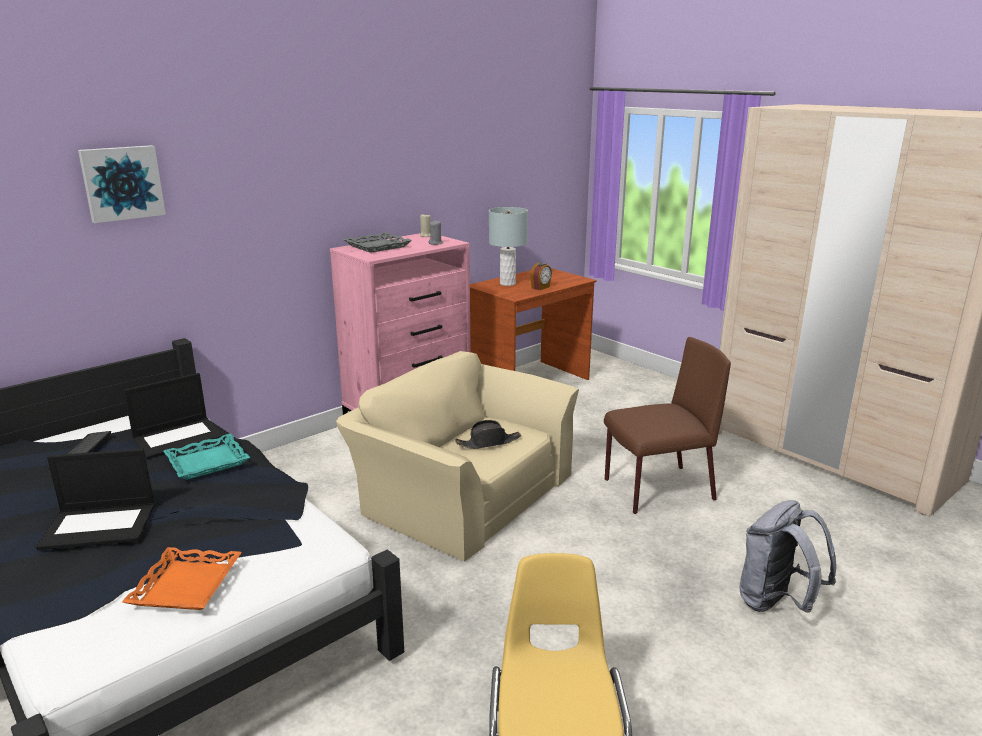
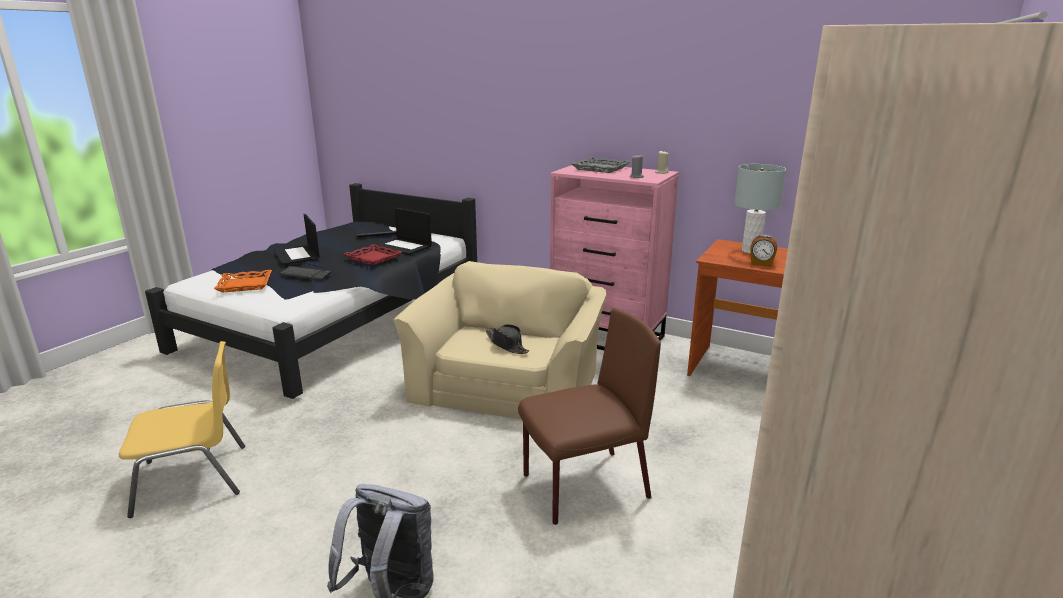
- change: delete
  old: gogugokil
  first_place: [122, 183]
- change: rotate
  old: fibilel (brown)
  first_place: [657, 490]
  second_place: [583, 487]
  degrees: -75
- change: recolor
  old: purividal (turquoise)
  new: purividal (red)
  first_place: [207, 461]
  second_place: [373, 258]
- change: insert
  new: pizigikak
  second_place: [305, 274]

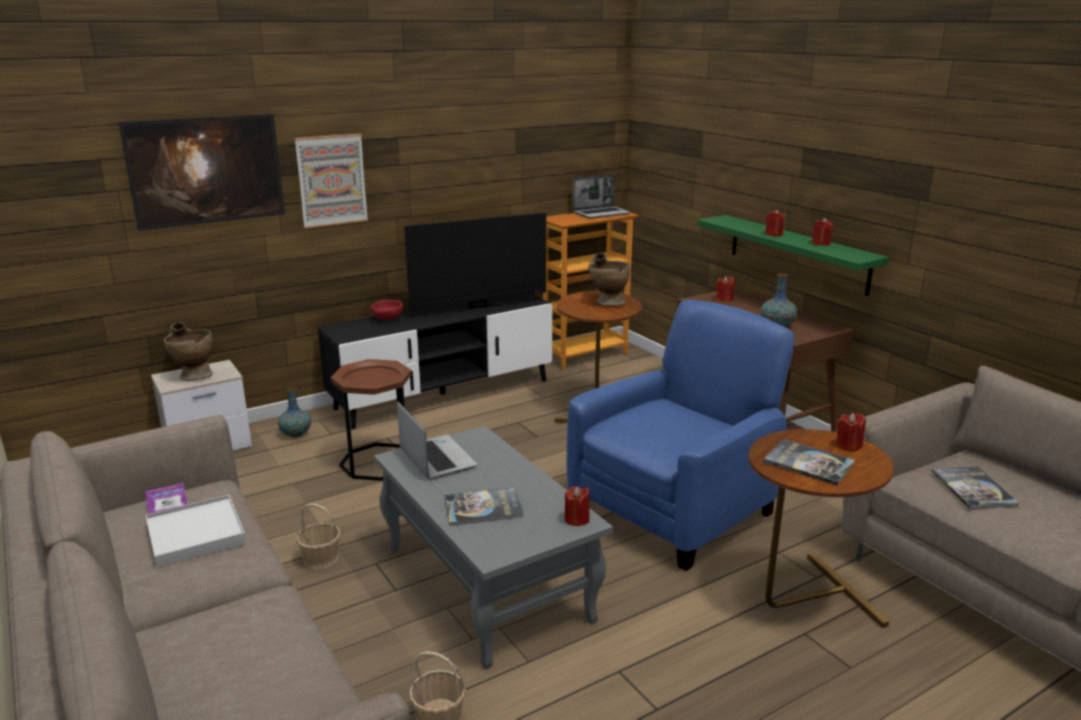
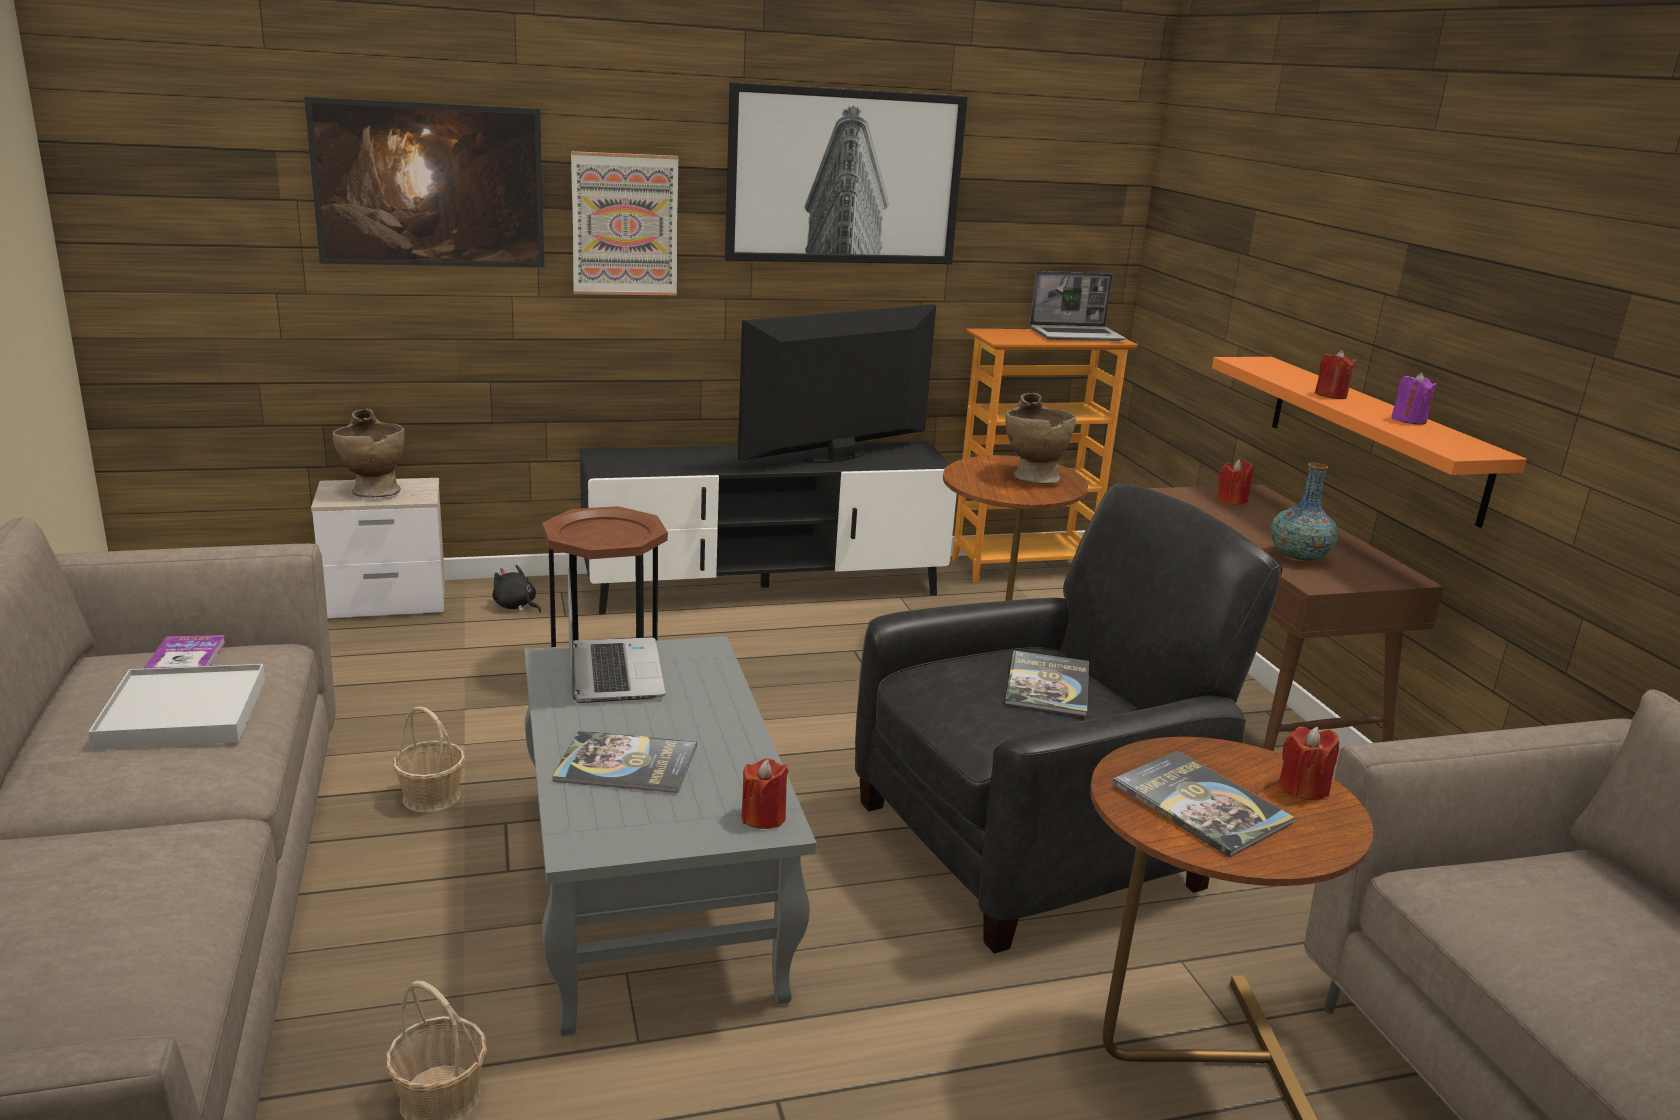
- change: rotate
  old: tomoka
  first_place: [478, 307]
  second_place: [838, 458]
  degrees: 150
- change: recolor
  old: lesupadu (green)
  new: lesupadu (orange)
  first_place: [797, 253]
  second_place: [1374, 436]
- change: recolor
  old: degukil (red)
  new: degukil (purple)
  first_place: [821, 243]
  second_place: [1408, 420]
- change: delete
  old: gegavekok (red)
  first_place: [388, 318]
- change: recolor
  old: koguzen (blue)
  new: koguzen (black)
  first_place: [674, 509]
  second_place: [1032, 843]
- change: replace
  old: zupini
  new: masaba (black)
  first_place: [296, 434]
  second_place: [516, 606]
- change: move
  old: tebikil
  first_place: [973, 488]
  second_place: [1047, 685]
- change: insert
  new: gogugokil
  second_place: [844, 177]

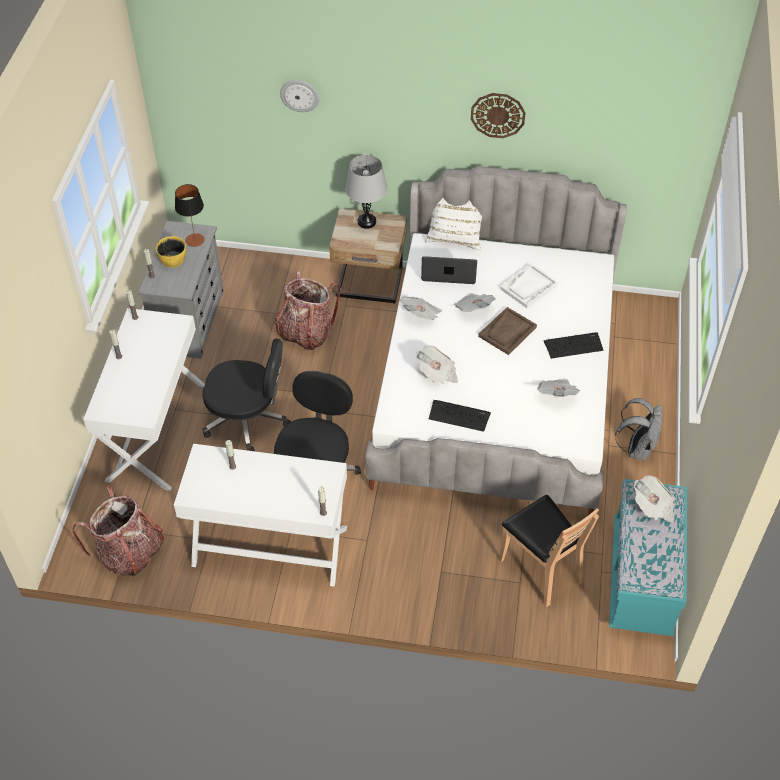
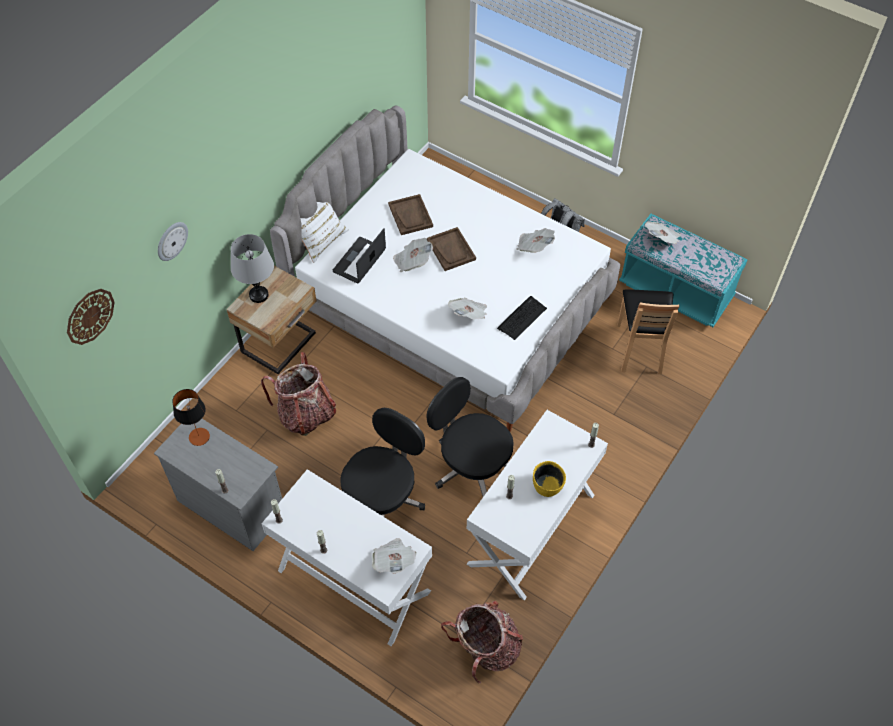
- change: move
  old: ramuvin
  first_place: [498, 115]
  second_place: [90, 316]
- change: move
  old: gegavekok (yellow)
  first_place: [173, 259]
  second_place: [547, 485]
- change: recolor
  old: purividal (white)
  new: purividal (brown)
  first_place: [528, 287]
  second_place: [410, 216]
- change: move
  old: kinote
  first_place: [421, 315]
  second_place: [394, 561]
- change: delete
  old: pizigikak
  first_place: [573, 345]
- change: rotate
  old: fibilel (brown)
  first_place: [541, 569]
  second_place: [640, 348]
  degrees: 105

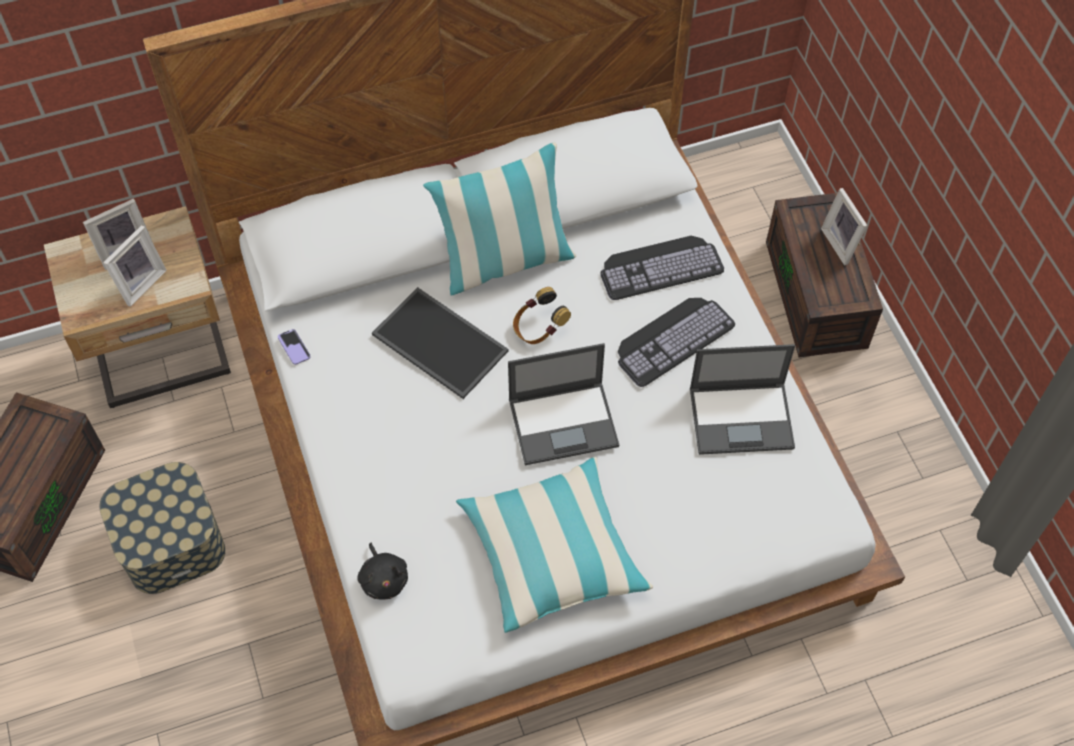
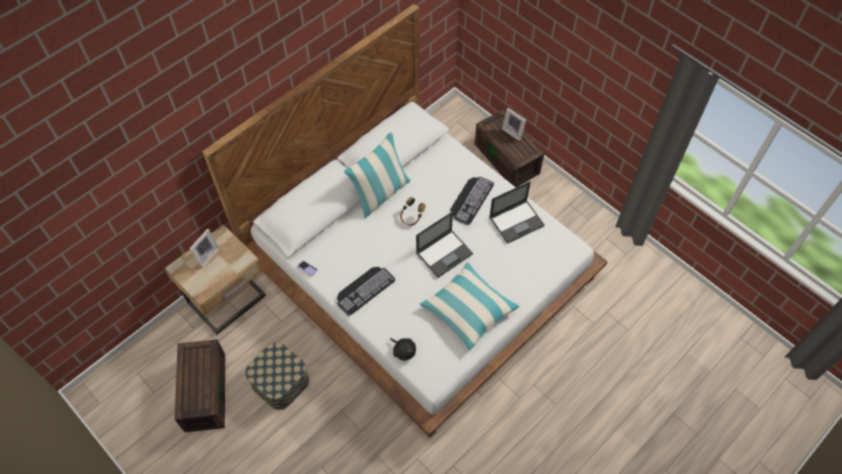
- change: delete
  old: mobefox
  first_place: [139, 283]
- change: move
  old: pizigikak
  first_place: [660, 265]
  second_place: [364, 288]
- change: delete
  old: purividal
  first_place: [437, 343]

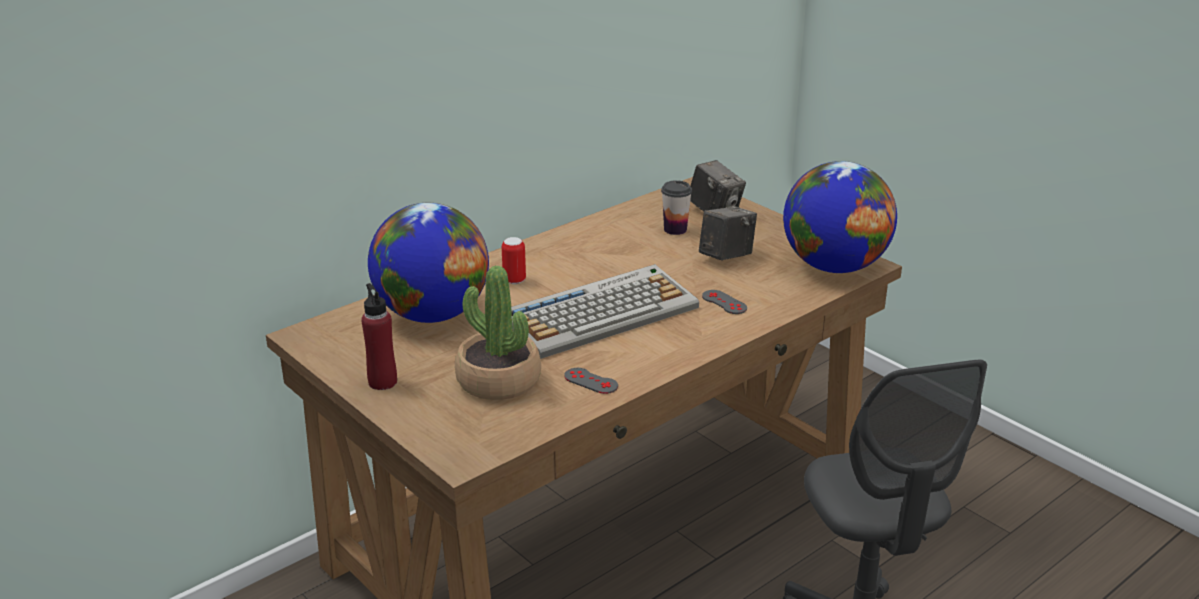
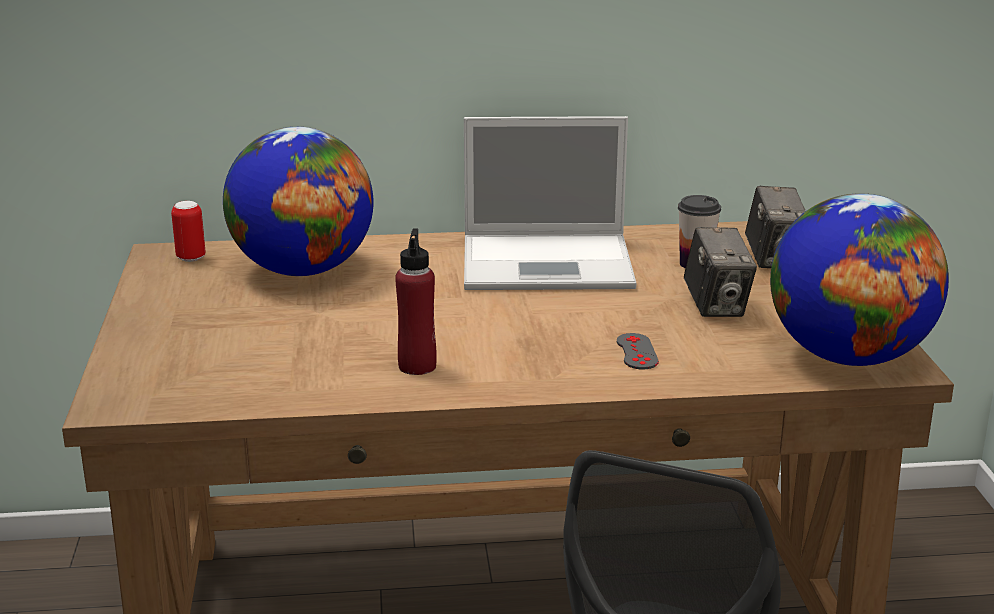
- change: rotate
  old: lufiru
  first_place: [726, 256]
  second_place: [716, 306]
  degrees: 90
- change: move
  old: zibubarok
  first_place: [514, 280]
  second_place: [191, 257]
- change: delete
  old: pizigikak
  first_place: [600, 313]
- change: delete
  old: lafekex
  first_place: [498, 381]
- change: move
  old: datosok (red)
  first_place: [382, 382]
  second_place: [417, 366]
- change: delete
  old: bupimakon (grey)
  first_place: [591, 381]
- change: insert
  new: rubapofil
  second_place: [550, 263]

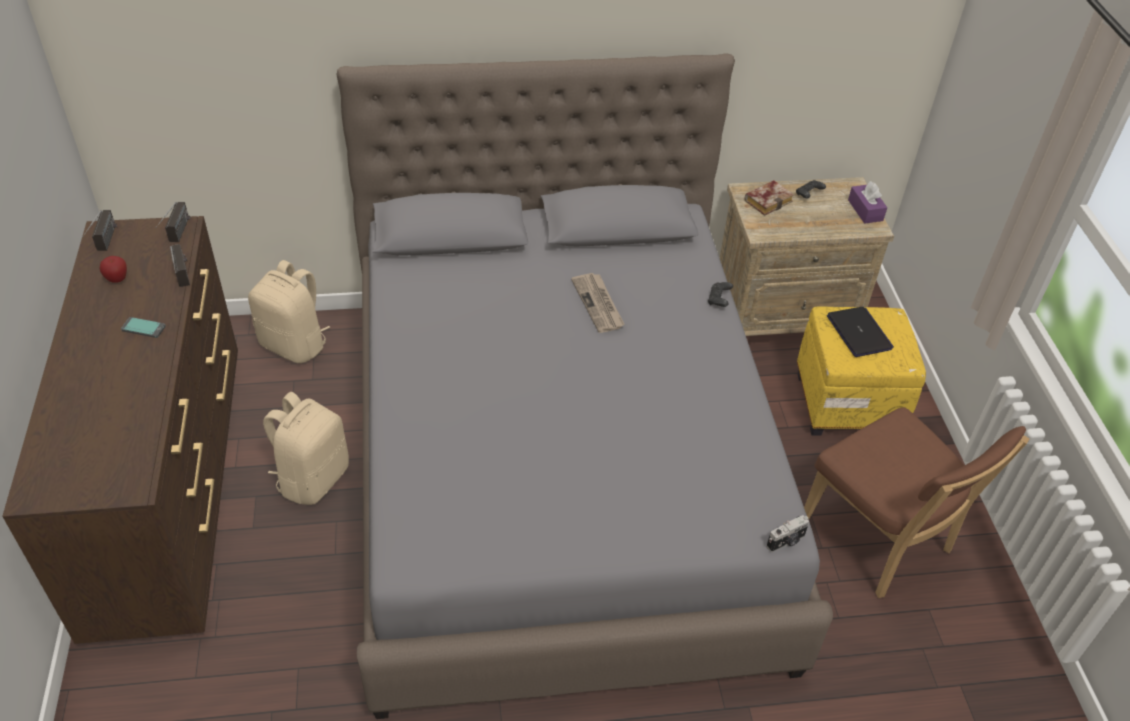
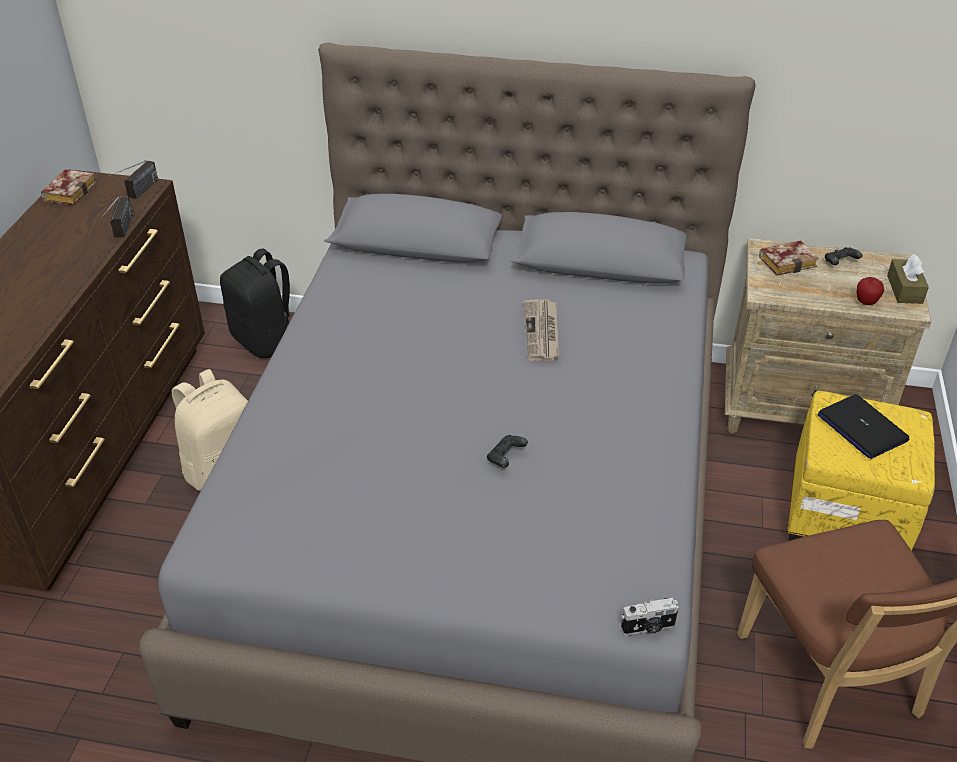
- change: recolor
  old: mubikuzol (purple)
  new: mubikuzol (brown)
  first_place: [865, 210]
  second_place: [904, 289]
- change: replace
  old: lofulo
  new: tebikil
  first_place: [105, 245]
  second_place: [70, 191]
- change: move
  old: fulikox
  first_place: [117, 279]
  second_place: [866, 302]
- change: recolor
  old: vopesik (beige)
  new: vopesik (black)
  first_place: [295, 344]
  second_place: [265, 340]
- change: move
  old: bupimakon (black)
  first_place: [719, 300]
  second_place: [505, 458]
- change: rotate
  old: rubapofil
  first_place: [859, 333]
  second_place: [861, 427]
  degrees: 150
- change: delete
  old: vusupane
  first_place: [144, 328]

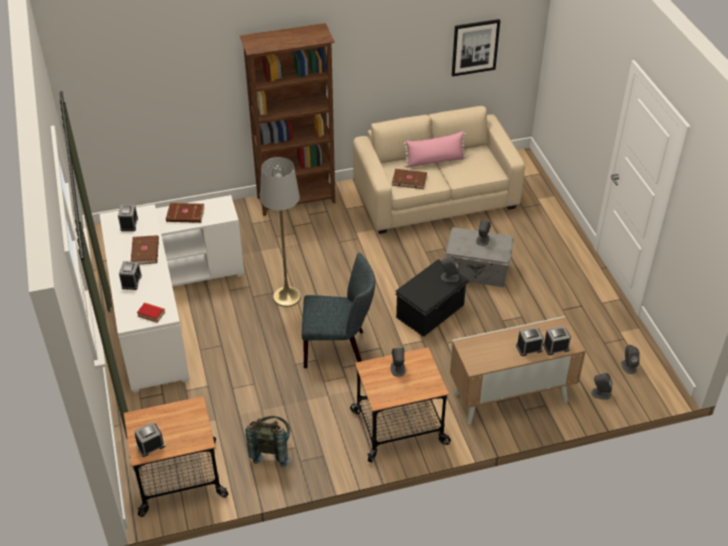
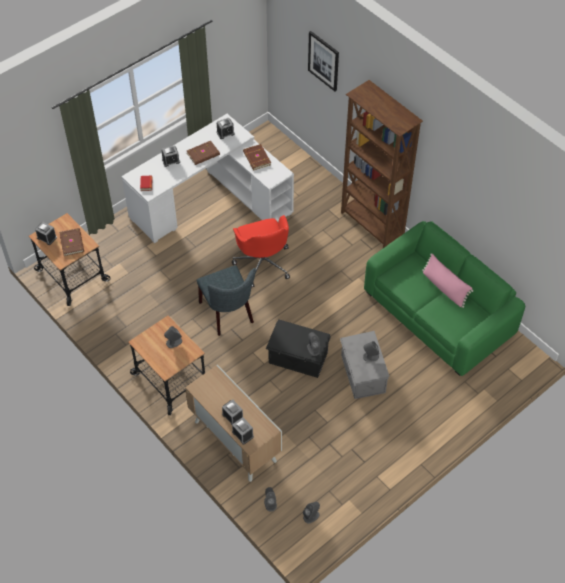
- change: move
  old: gogugokil
  first_place: [475, 47]
  second_place: [323, 61]
- change: recolor
  old: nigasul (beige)
  new: nigasul (green)
  first_place: [435, 195]
  second_place: [438, 313]
- change: replace
  old: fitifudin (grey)
  new: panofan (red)
  first_place: [287, 297]
  second_place: [263, 263]
- change: move
  old: tebikil (brown)
  first_place: [409, 179]
  second_place: [72, 243]
- change: delete
  old: vopesik (grey)
  first_place: [271, 450]

